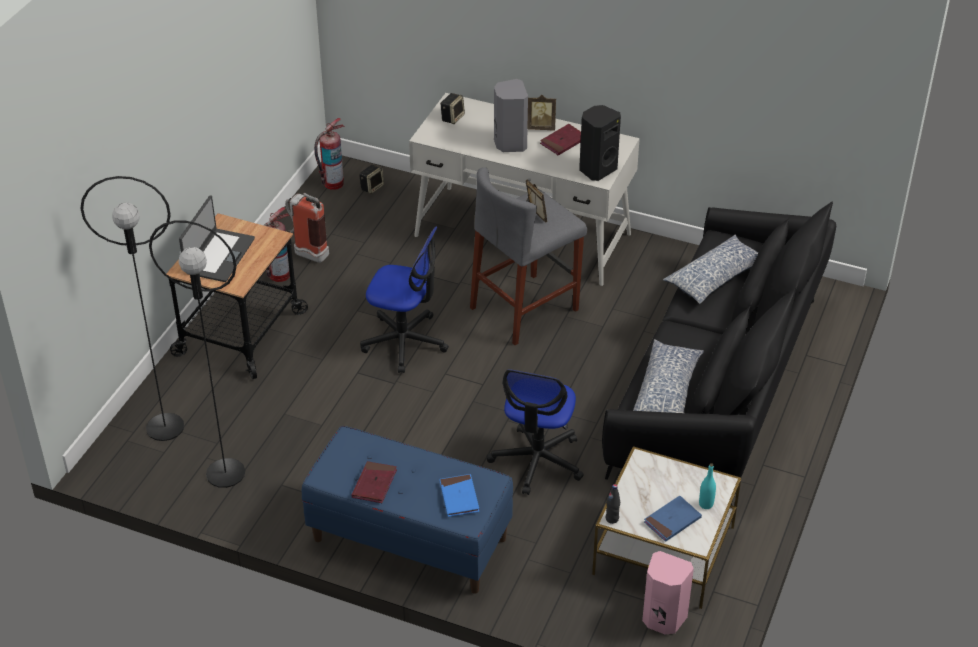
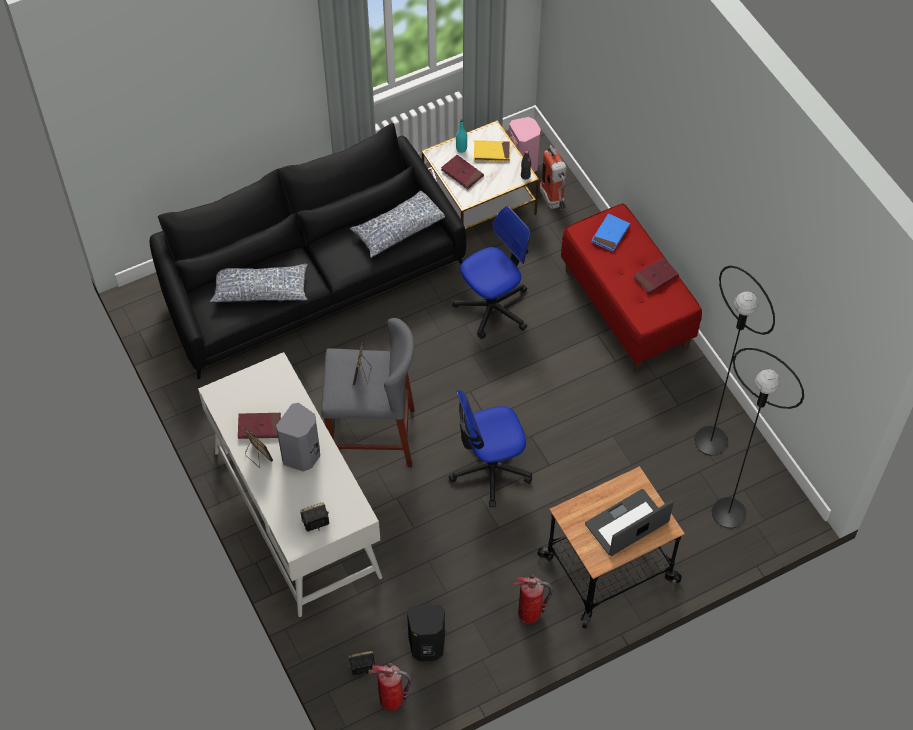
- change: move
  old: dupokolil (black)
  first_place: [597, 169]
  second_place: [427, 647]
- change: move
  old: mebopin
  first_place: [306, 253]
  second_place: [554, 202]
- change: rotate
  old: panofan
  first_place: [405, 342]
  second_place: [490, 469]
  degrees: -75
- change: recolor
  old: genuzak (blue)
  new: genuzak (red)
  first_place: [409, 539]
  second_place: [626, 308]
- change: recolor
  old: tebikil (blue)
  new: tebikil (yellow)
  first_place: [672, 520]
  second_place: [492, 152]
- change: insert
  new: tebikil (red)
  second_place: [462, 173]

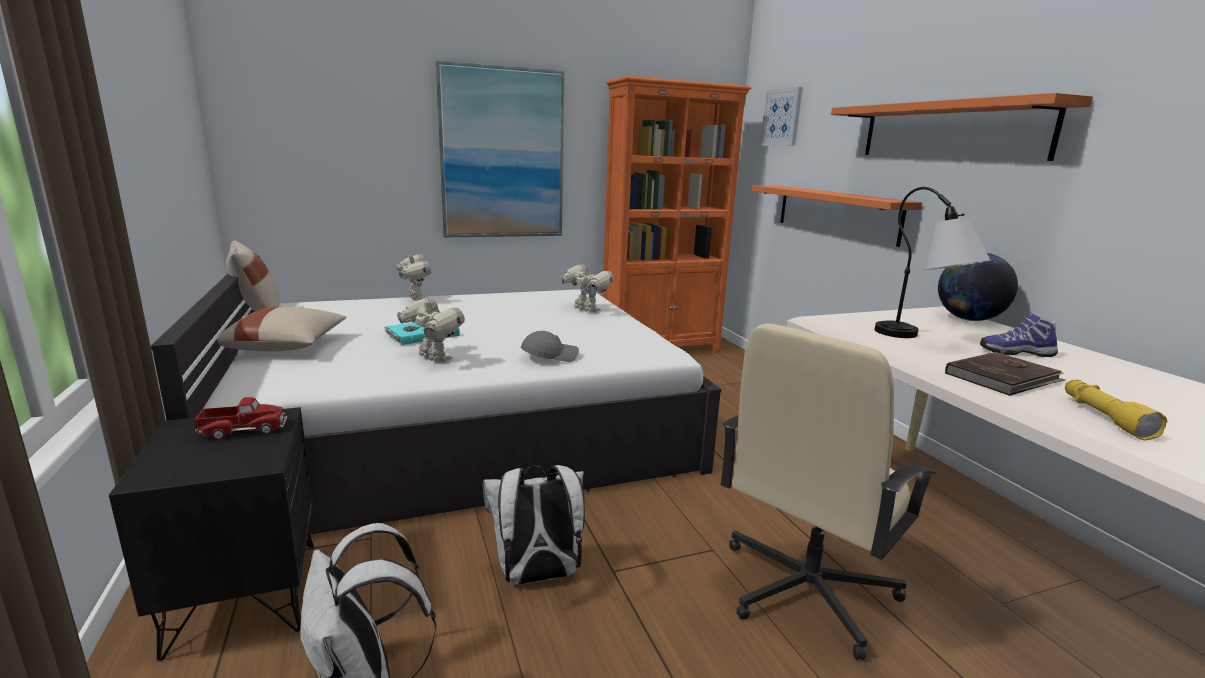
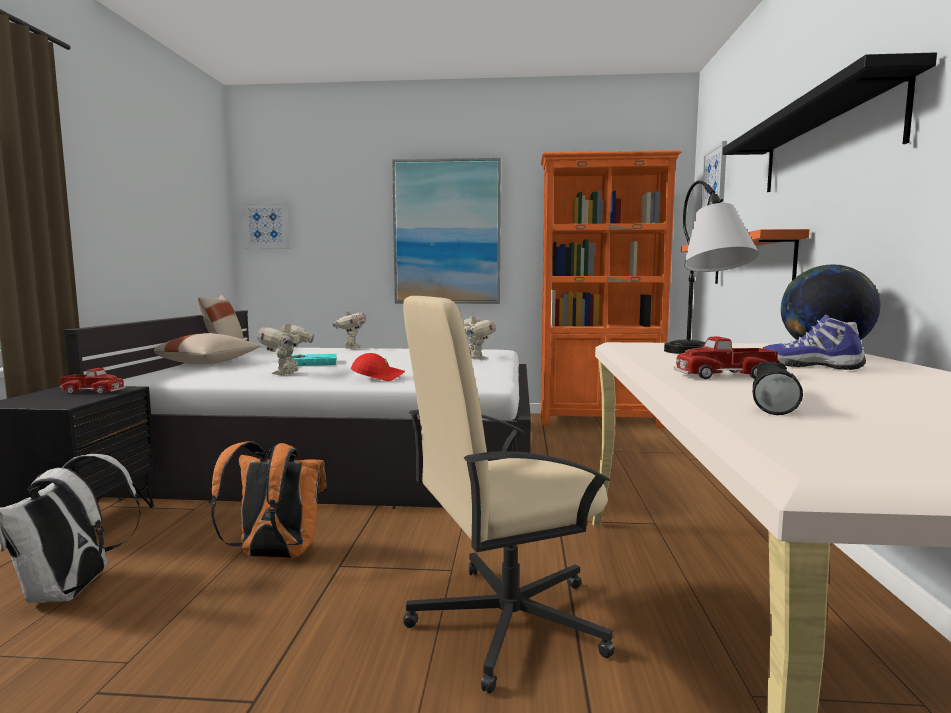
- change: recolor
  old: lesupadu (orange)
  new: lesupadu (black)
  first_place: [949, 131]
  second_place: [825, 142]
- change: rotate
  old: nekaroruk
  first_place: [433, 359]
  second_place: [288, 373]
  degrees: -150
- change: recolor
  old: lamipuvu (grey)
  new: lamipuvu (red)
  first_place: [550, 356]
  second_place: [378, 377]
- change: replace
  old: tebikil (brown)
  new: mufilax
  first_place: [1003, 378]
  second_place: [724, 375]
- change: recolor
  old: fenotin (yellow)
  new: fenotin (black)
  first_place: [1103, 417]
  second_place: [771, 400]
- change: recolor
  old: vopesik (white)
  new: vopesik (orange)
  first_place: [537, 576]
  second_place: [274, 556]
- change: insert
  new: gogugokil
  second_place: [266, 225]

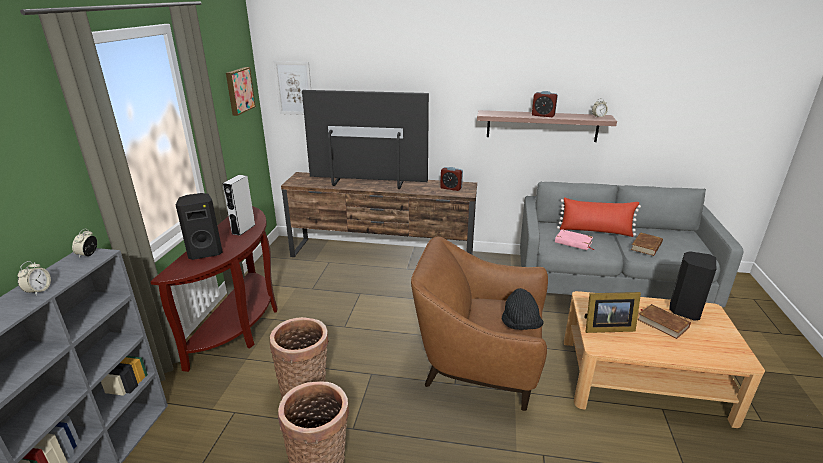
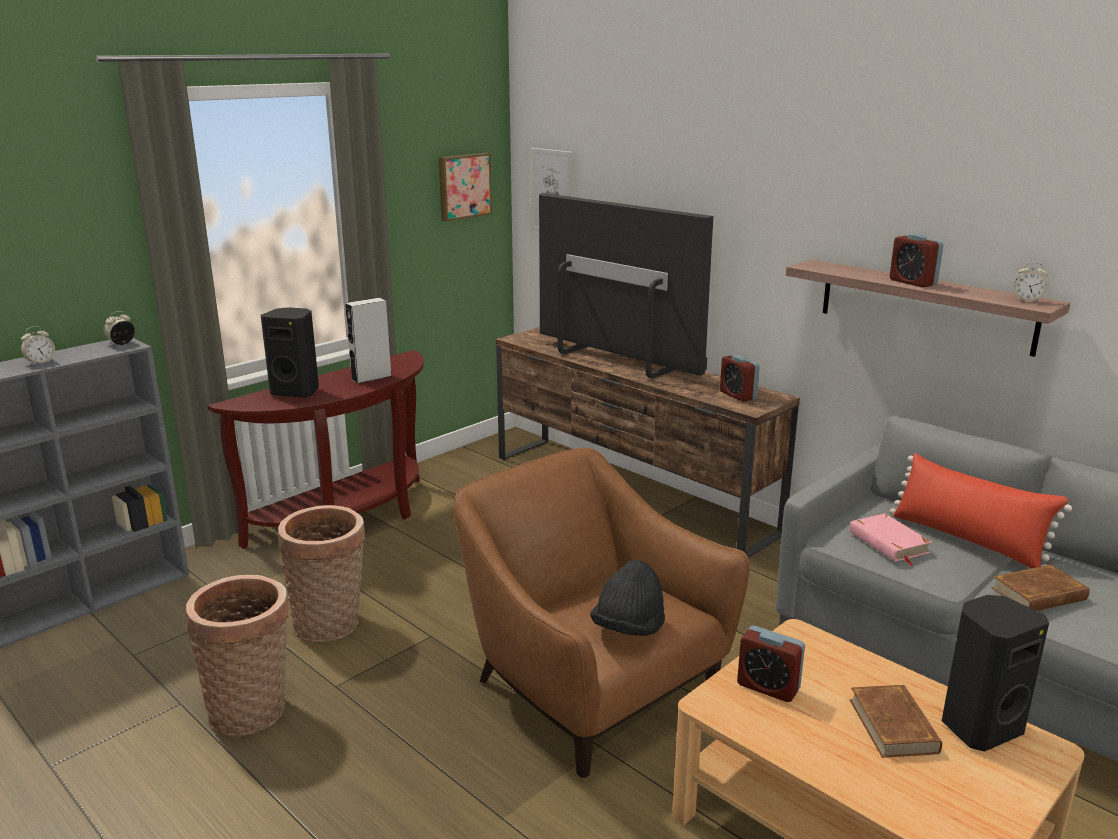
- change: replace
  old: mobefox
  new: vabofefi
  first_place: [606, 327]
  second_place: [768, 687]

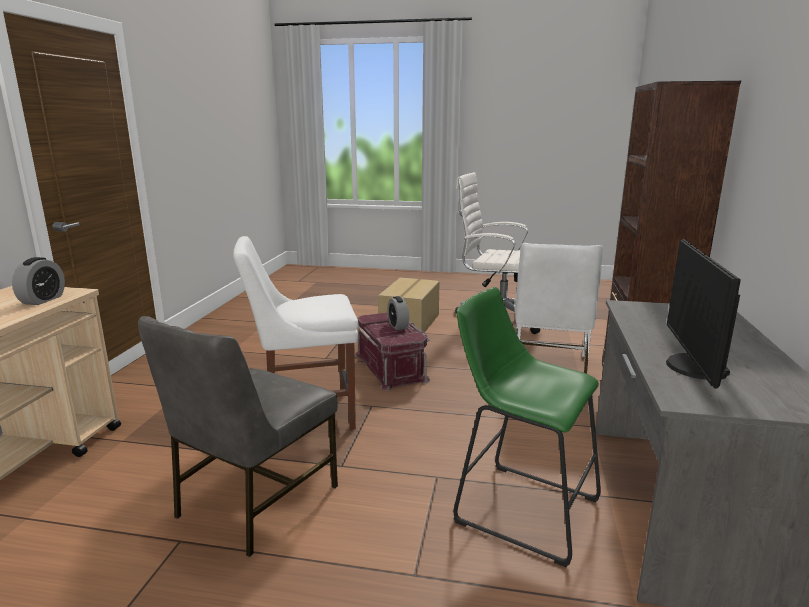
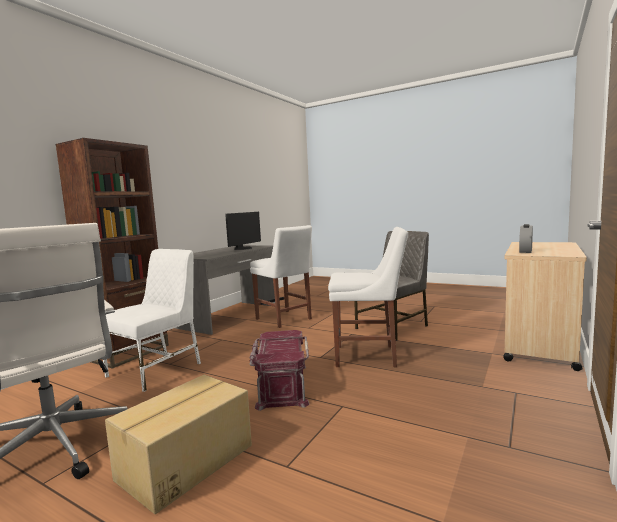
- change: replace
  old: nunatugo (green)
  new: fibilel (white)
  first_place: [519, 507]
  second_place: [285, 319]
- change: delete
  old: vabofefi
  first_place: [398, 326]

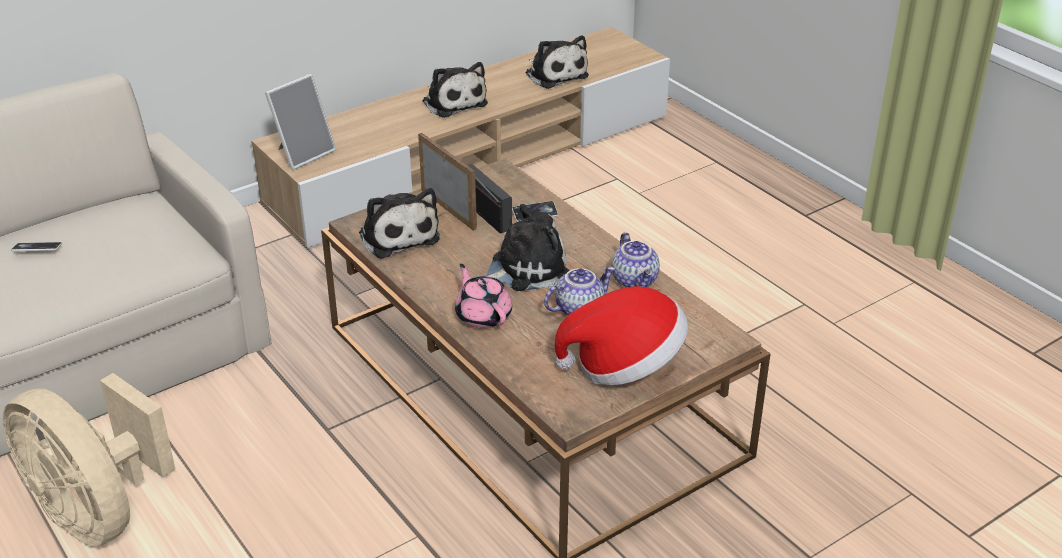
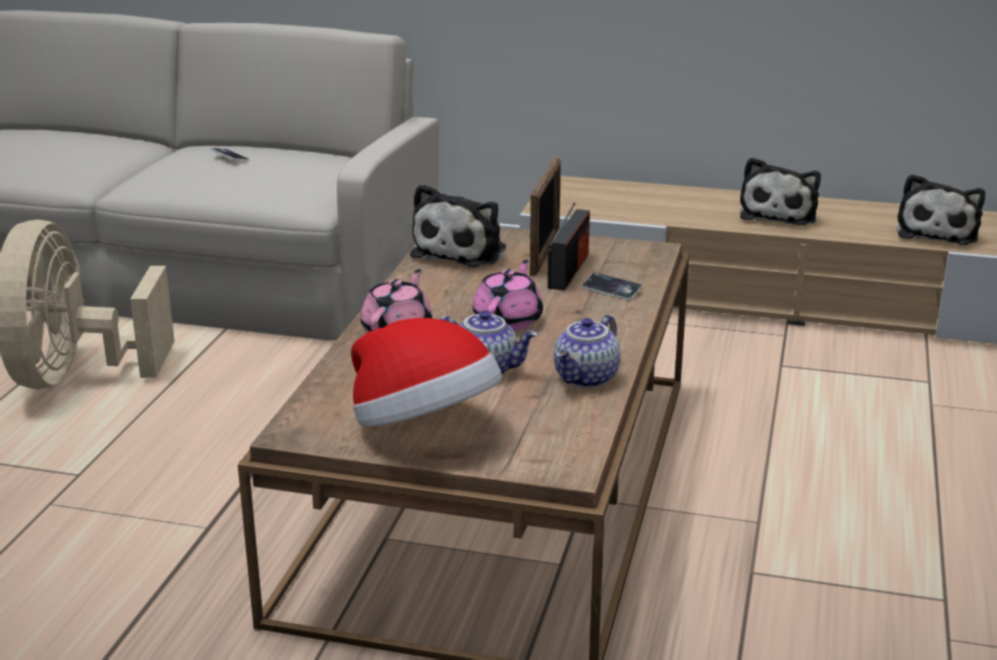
- change: delete
  old: mobefox
  first_place: [303, 154]
- change: replace
  old: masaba
  new: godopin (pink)
  first_place: [525, 269]
  second_place: [508, 320]

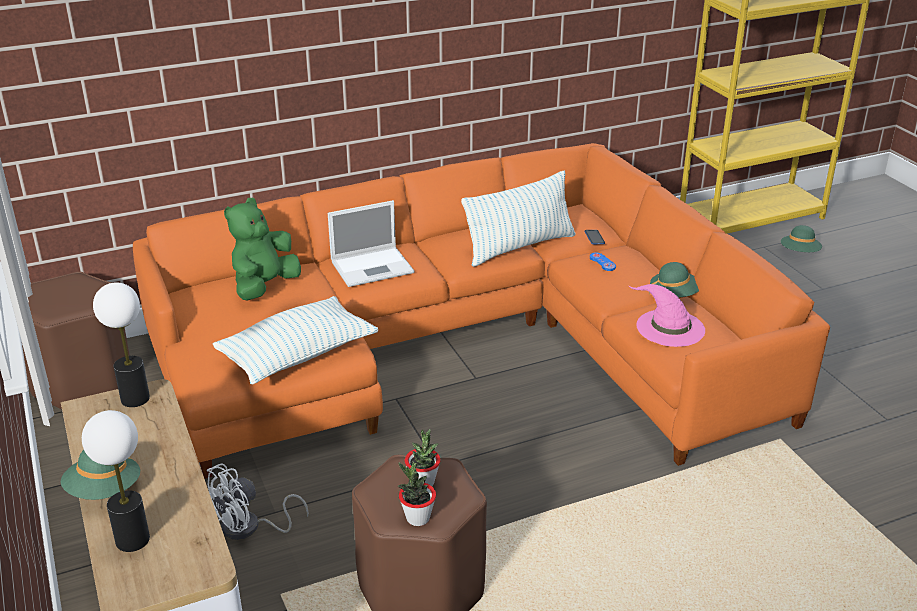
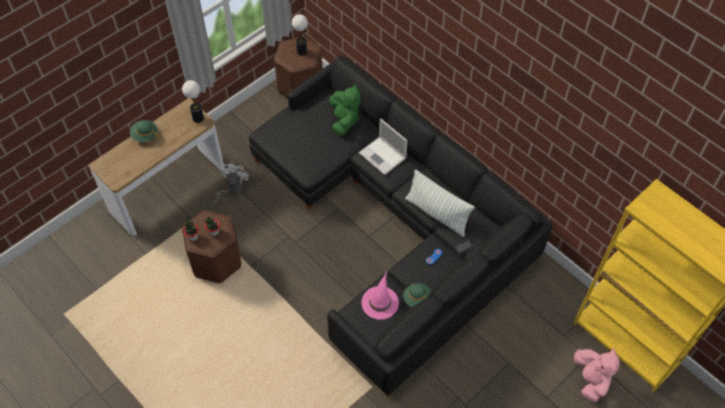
- change: recolor
  old: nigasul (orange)
  new: nigasul (black)
  first_place: [464, 346]
  second_place: [395, 223]
- change: rotate
  old: masaba (green)
  first_place: [264, 287]
  second_place: [344, 120]
  degrees: 75
- change: replace
  old: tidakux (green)
  new: masaba (pink)
  first_place: [799, 253]
  second_place: [591, 379]
- change: delete
  old: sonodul
  first_place: [298, 355]
- change: move
  old: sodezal
  first_place: [132, 539]
  second_place: [302, 51]
- change: rotate
  old: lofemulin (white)
  first_place: [249, 528]
  second_place: [231, 188]
  degrees: 75

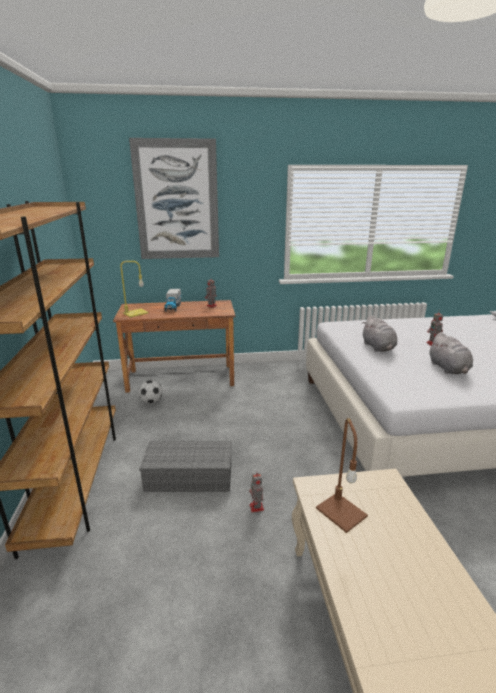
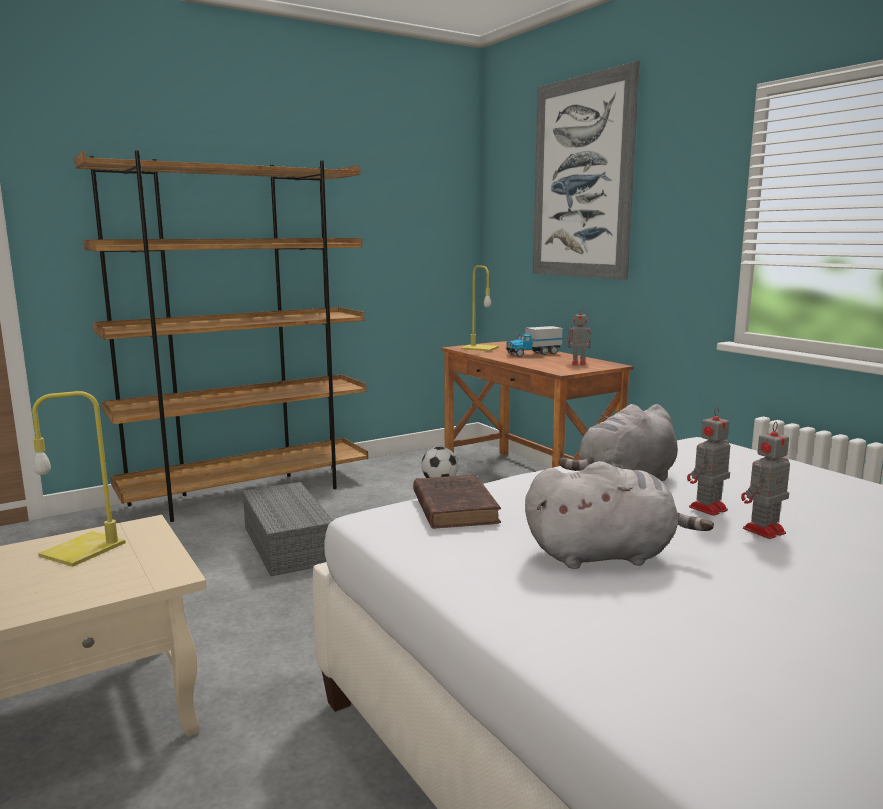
- change: rotate
  old: masaba (grey)
  first_place: [448, 369]
  second_place: [606, 555]
  degrees: -150
- change: recolor
  old: sodezal (brown)
  new: sodezal (yellow)
  first_place: [340, 511]
  second_place: [84, 548]
- change: move
  old: nekaroruk
  first_place: [256, 508]
  second_place: [707, 509]
- change: insert
  new: tebikil (brown)
  second_place: [454, 506]

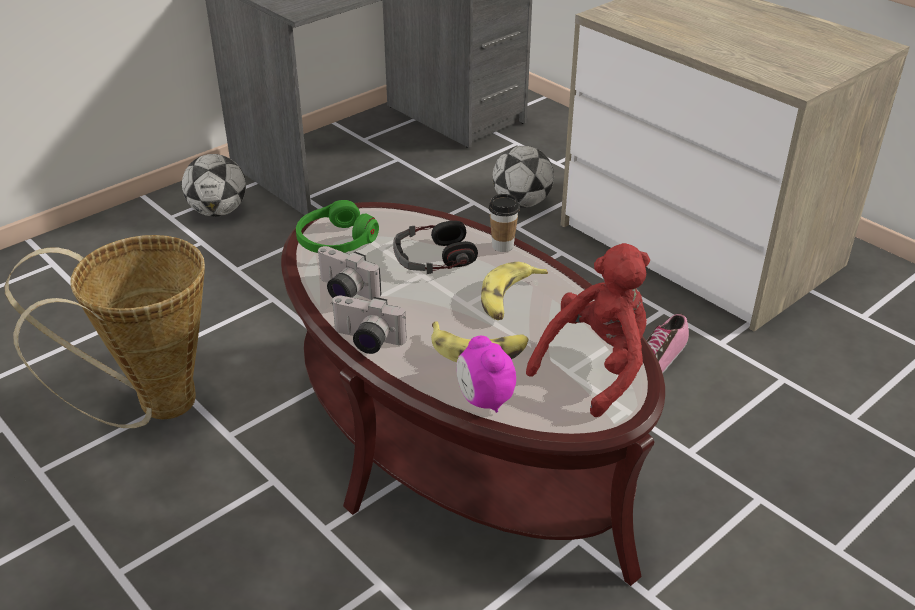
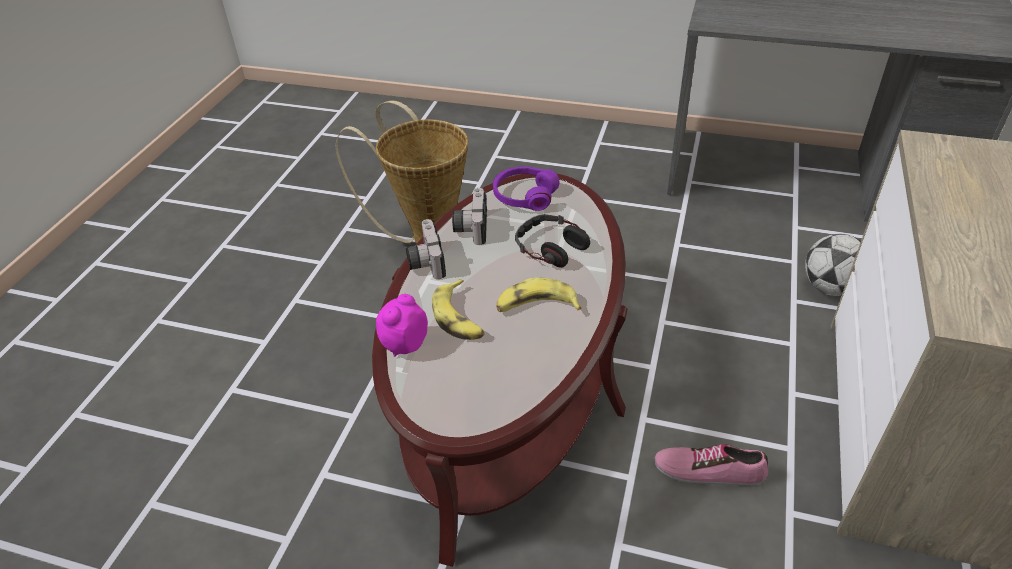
- change: delete
  old: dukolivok
  first_place: [218, 211]
- change: delete
  old: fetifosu
  first_place: [502, 246]
- change: recolor
  old: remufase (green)
  new: remufase (purple)
  first_place: [335, 241]
  second_place: [524, 196]
- change: delete
  old: masaba (red)
  first_place: [596, 367]

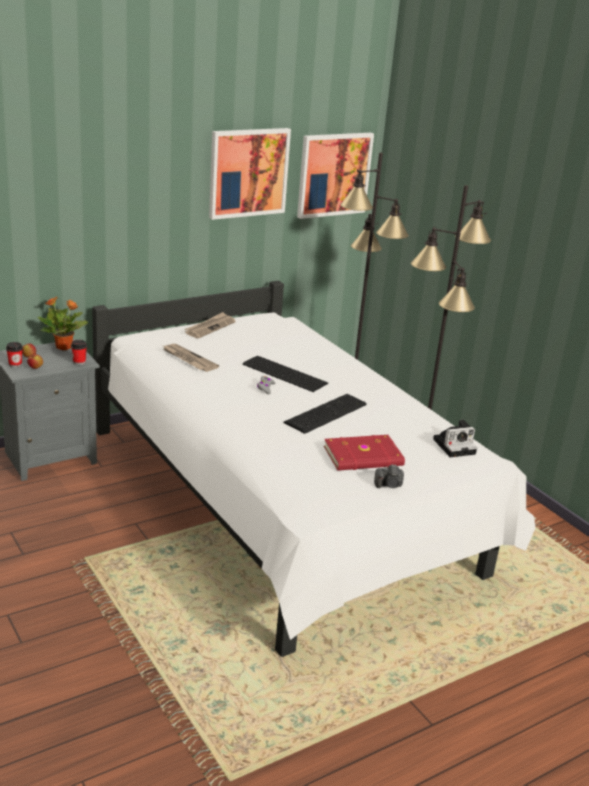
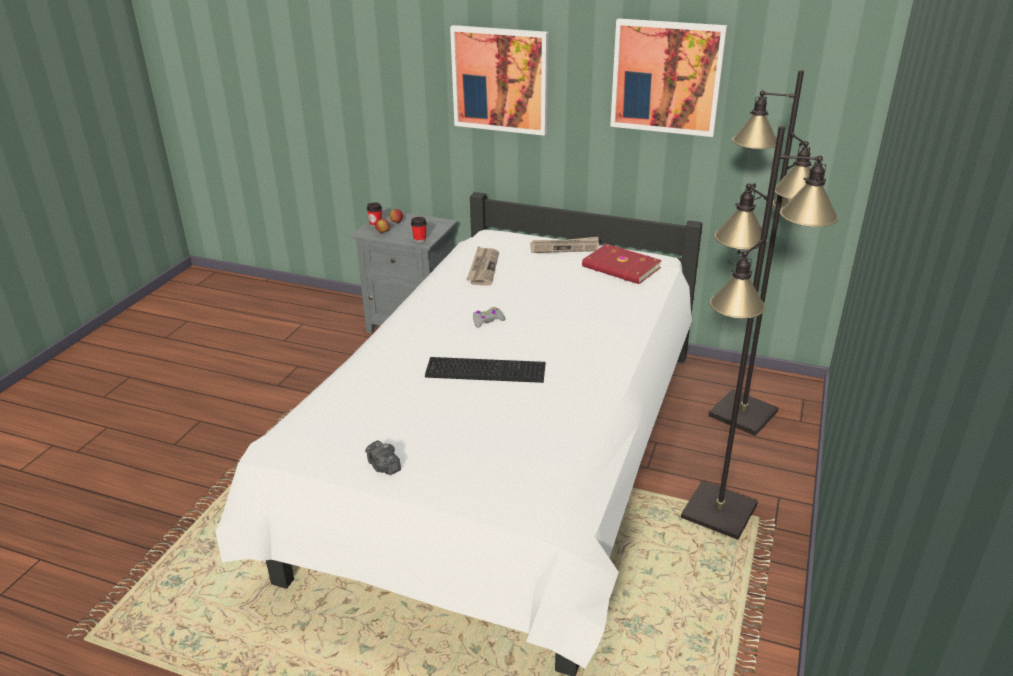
- change: move
  old: gogugokil
  first_place: [333, 174]
  second_place: [500, 80]
- change: delete
  old: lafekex
  first_place: [64, 347]
- change: delete
  old: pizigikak
  first_place: [284, 373]
- change: delete
  old: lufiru
  first_place: [455, 446]
- change: move
  old: tebikil (red)
  first_place: [364, 457]
  second_place: [621, 268]

